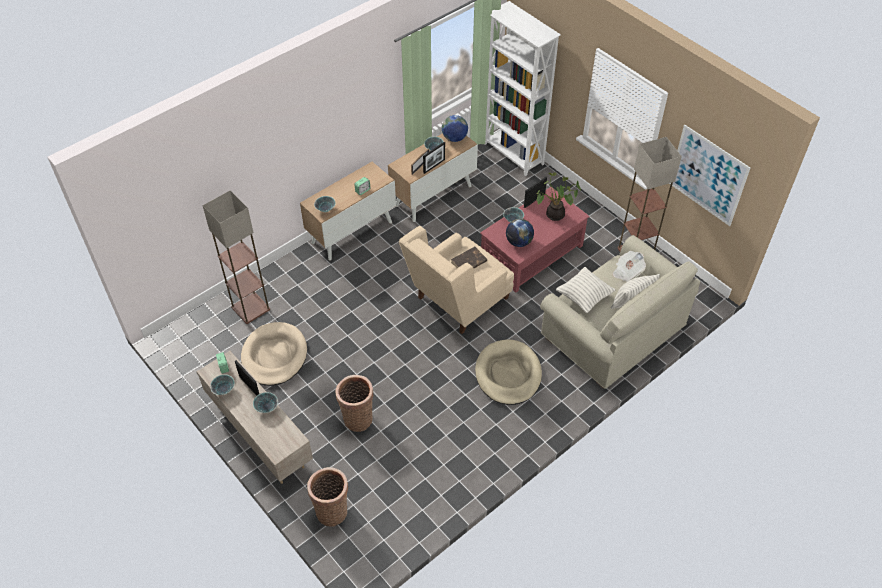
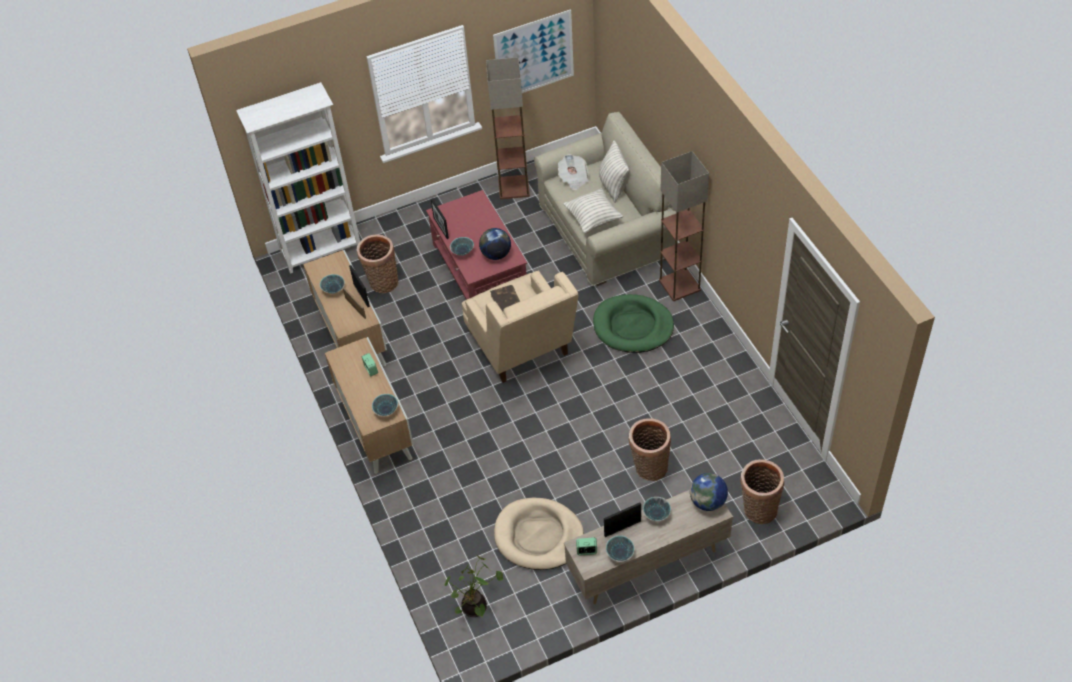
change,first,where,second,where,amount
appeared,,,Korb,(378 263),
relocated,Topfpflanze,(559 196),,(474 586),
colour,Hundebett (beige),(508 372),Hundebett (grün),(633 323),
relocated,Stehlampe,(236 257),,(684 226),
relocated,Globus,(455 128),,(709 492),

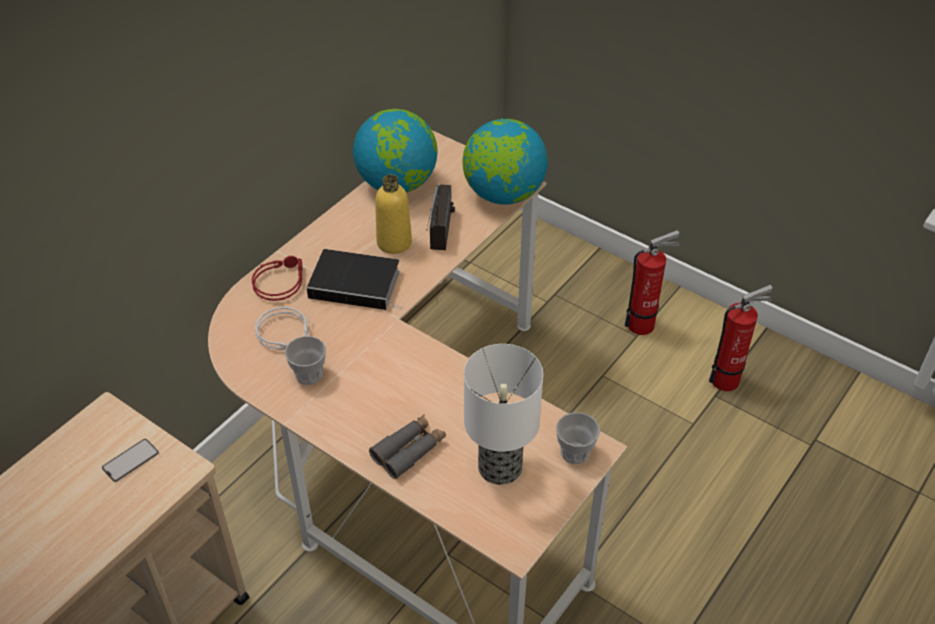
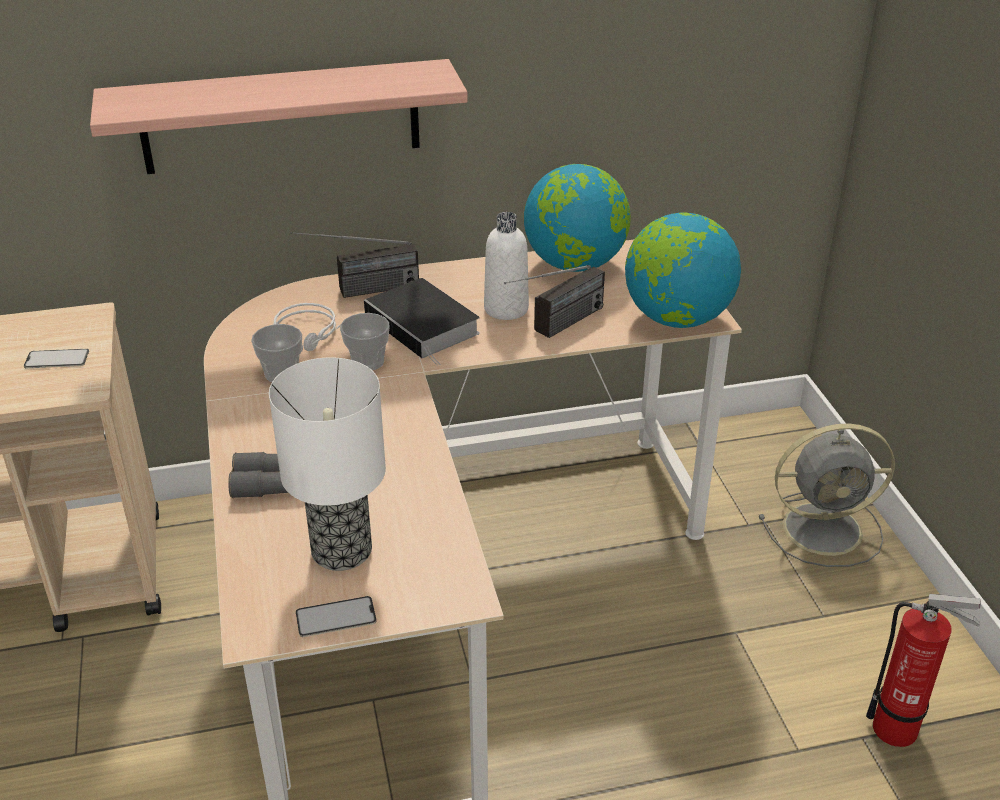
change,first,where,second,where,amount
appeared,,,Wandregal,(279 116),
exchanged,Kopfhörer (rot),(277 278),Radio,(354 265),
appeared,,,Handy,(336 616),
relocated,Tasse,(578 438),,(364 342),
colour,Flasche (gelb),(393 214),Flasche (weiß),(506 266),
appeared,,,Ventilator (grau),(827 495),
missing,Feuerlöscher,(652 282),,,

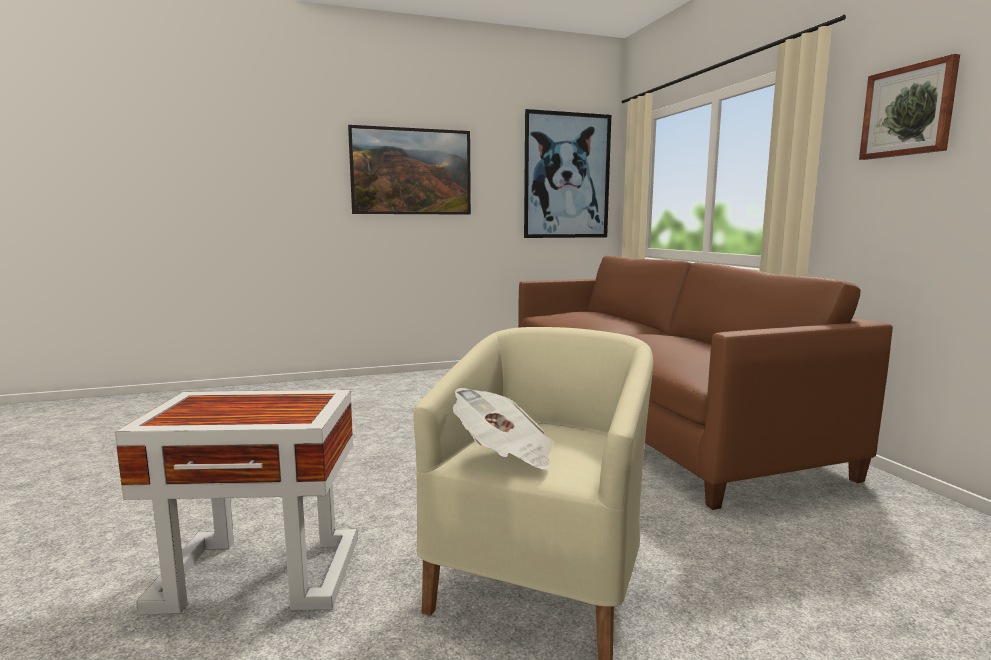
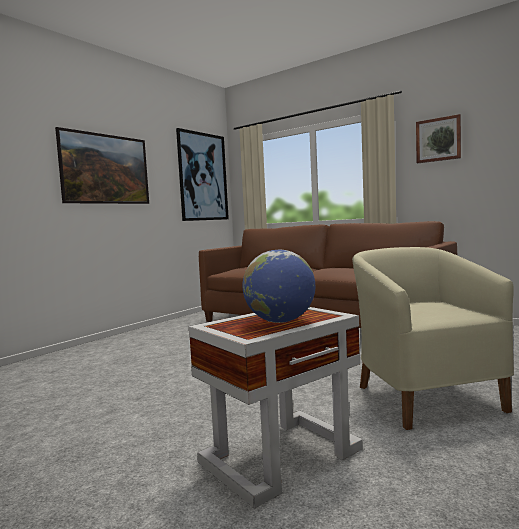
change,first,where,second,where,amount
appeared,,,Globus,(278 286),
missing,Zeitung,(503 429),,,

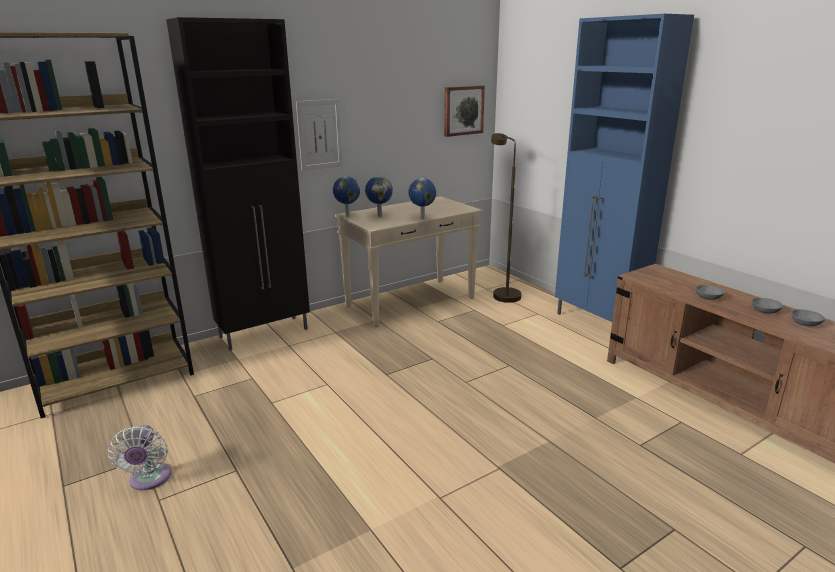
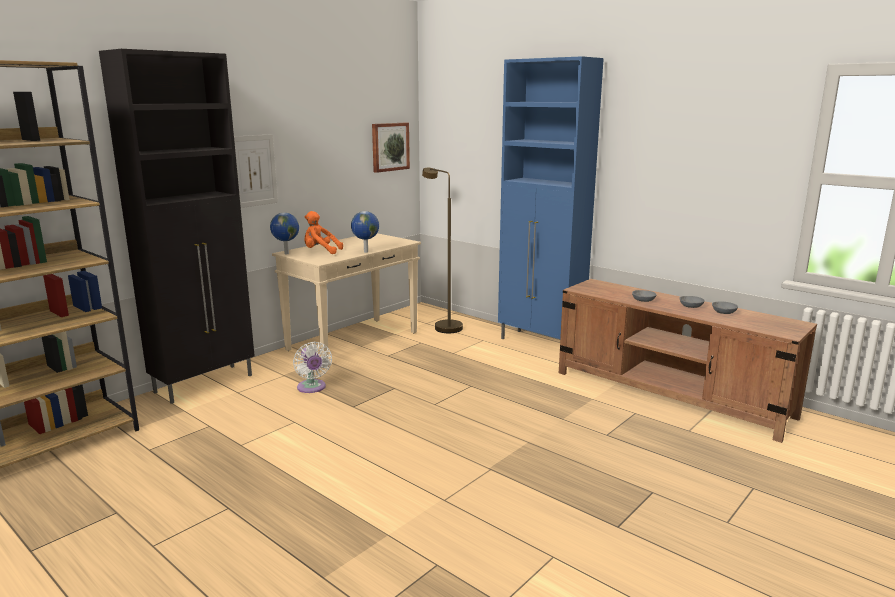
change,first,where,second,where,amount
relocated,Ventilator (weiß),(139 457),,(312 367),
exchanged,Globus,(379 196),Plüschtier (orange),(323 232),

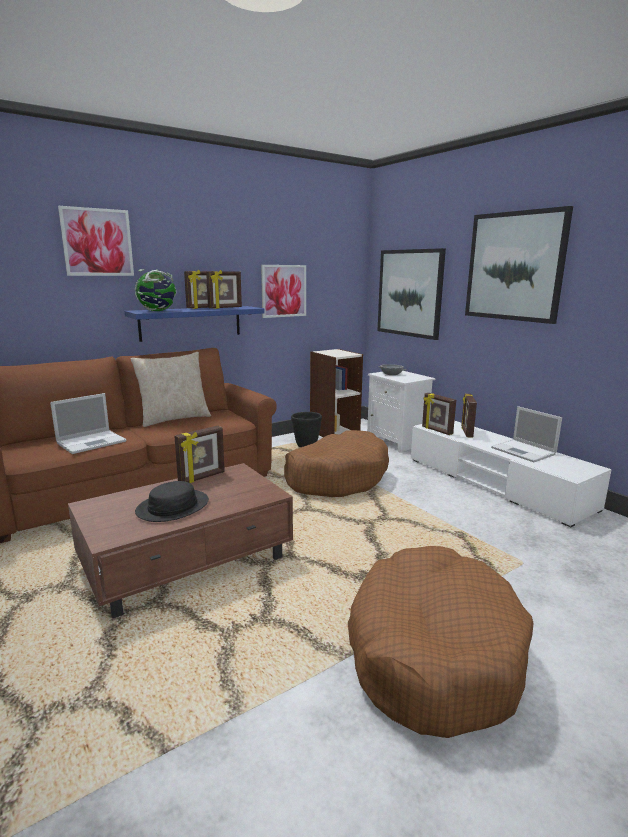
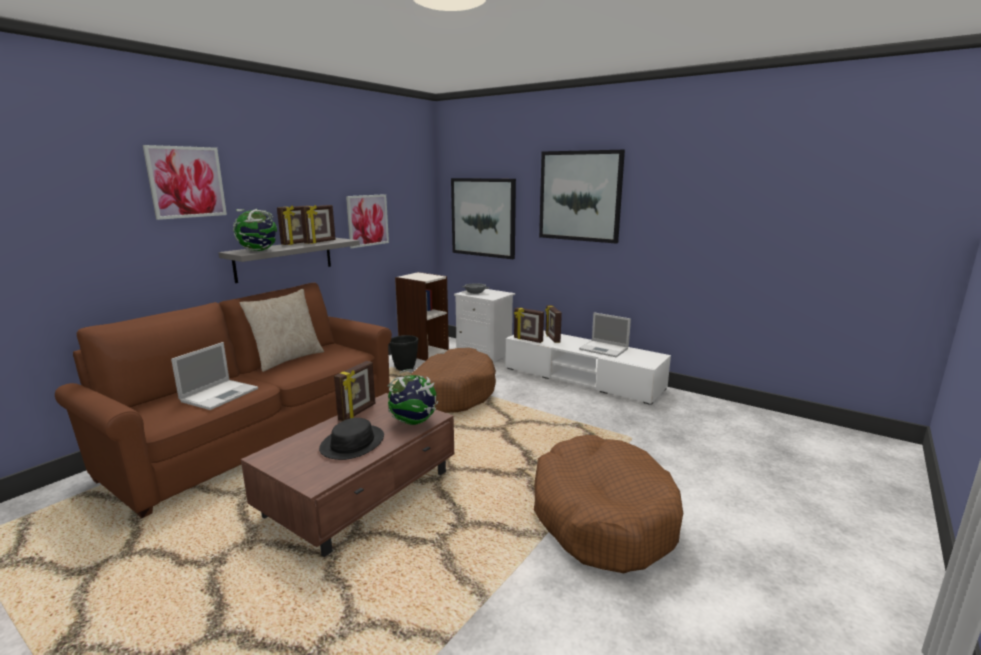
change,first,where,second,where,amount
colour,Wandregal (blau),(194 324),Wandregal (grau),(289 260),
appeared,,,Globus,(413 397),

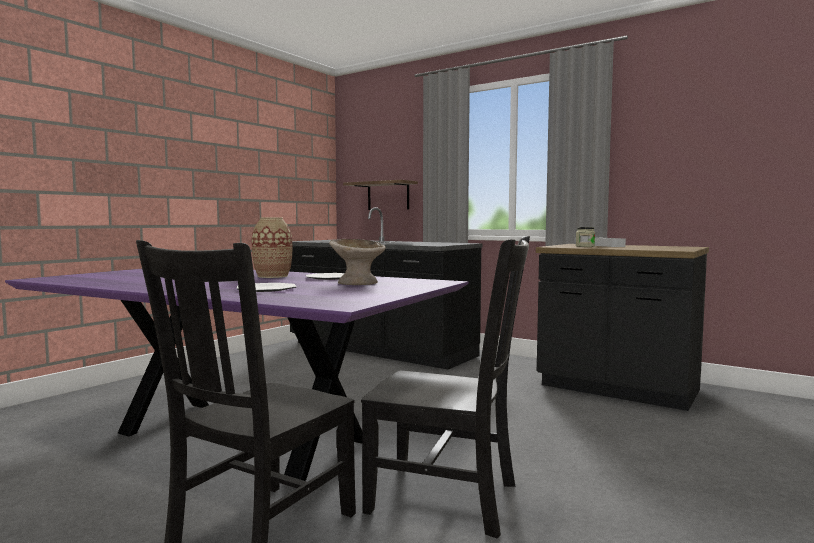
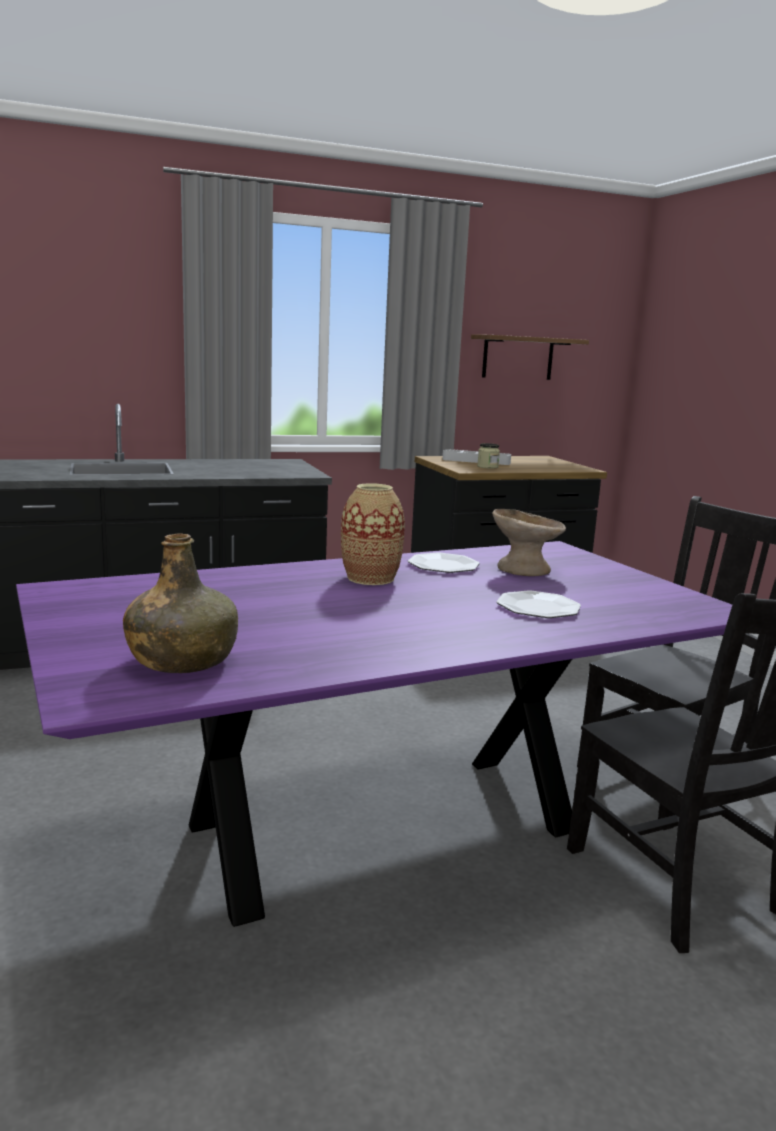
change,first,where,second,where,amount
appeared,,,Flasche (grün),(180 603),
relocated,Wandregal,(380 195),,(530 357),

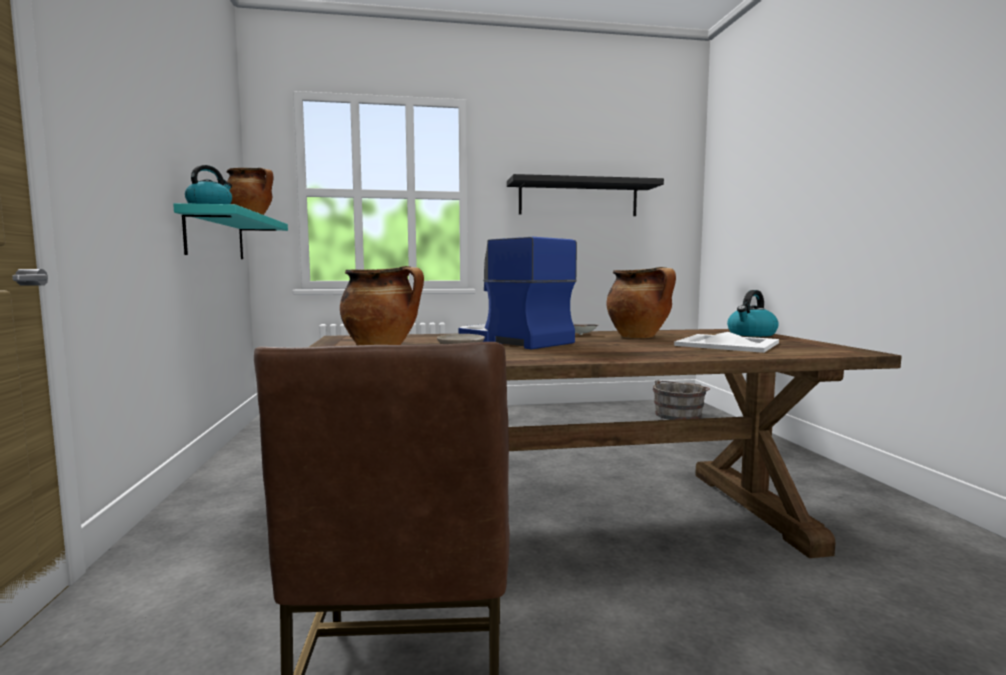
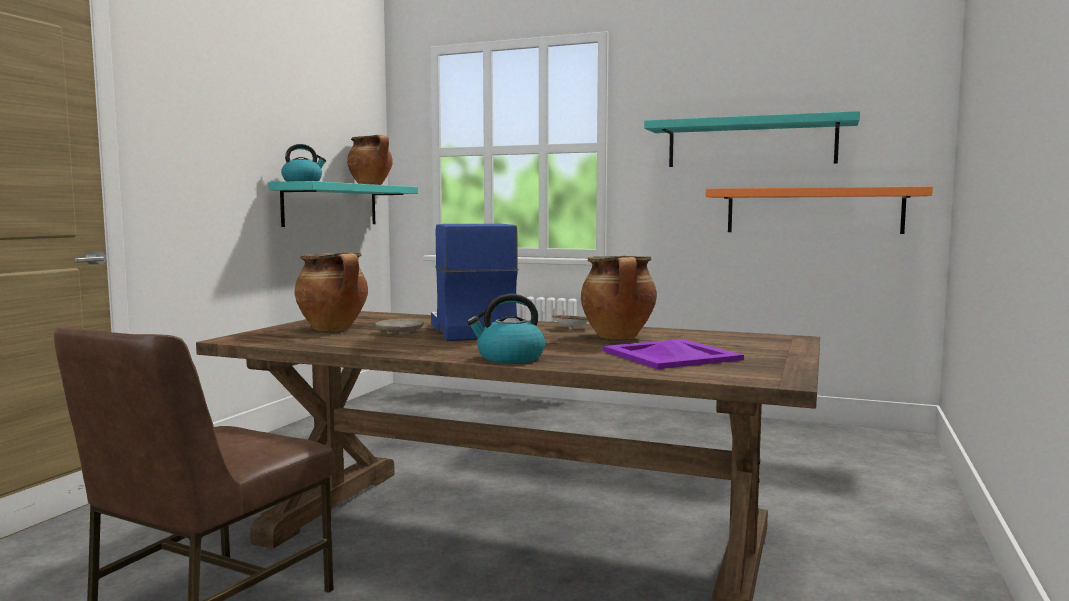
change,first,where,second,where,amount
relocated,Wasserkessel,(753 313),,(506 328),
colour,Tablett (weiß),(726 342),Tablett (lila),(673 354),
colour,Wandregal (schwarz),(585 195),Wandregal (türkis),(752 139),
appeared,,,Wandregal (orange),(819 210),
missing,Eimer (grau),(681 400),,,

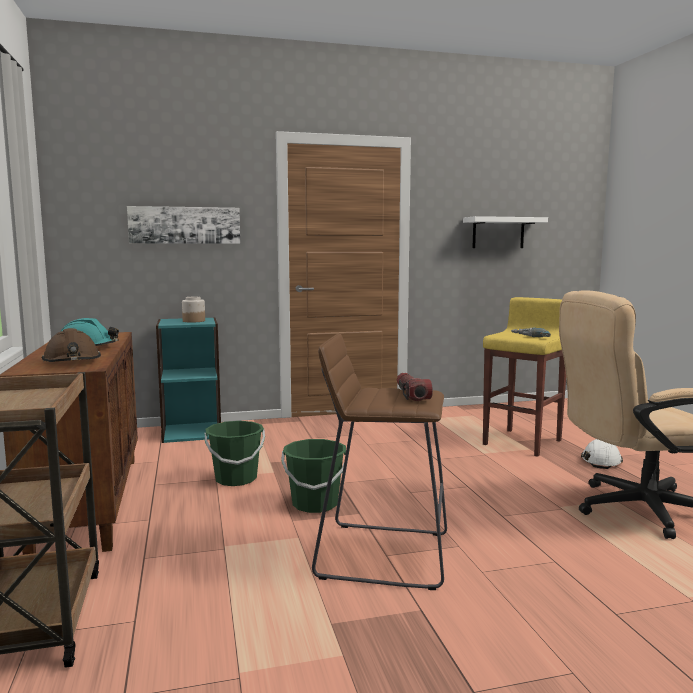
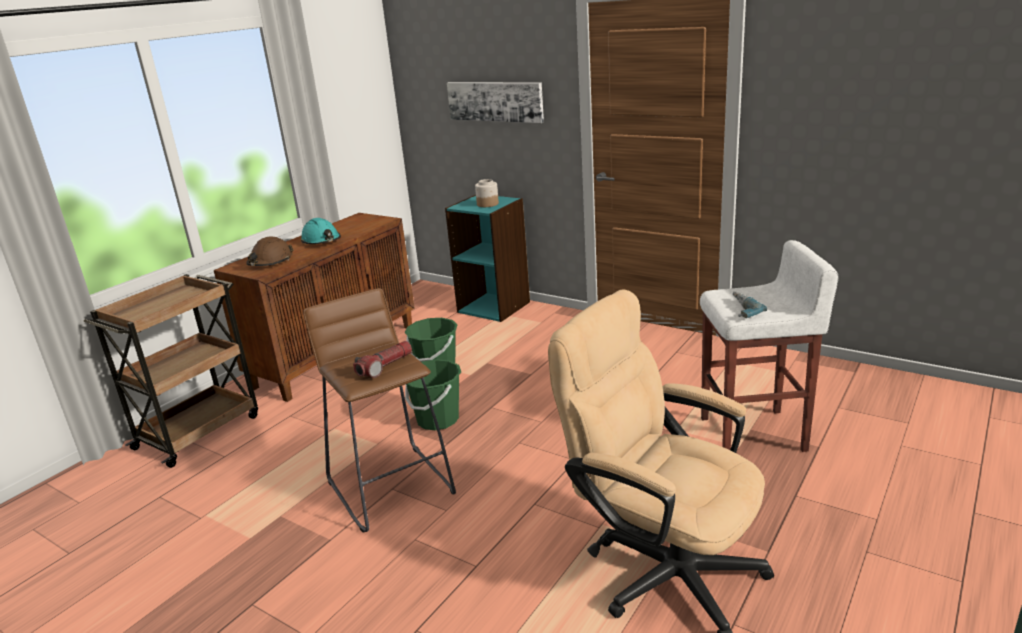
change,first,where,second,where,amount
colour,Hocker (gelb),(524 377),Hocker (weiß),(769 346),
missing,Wandregal (weiß),(505 232),,,
missing,Schutzhelm (weiß),(602 454),,,

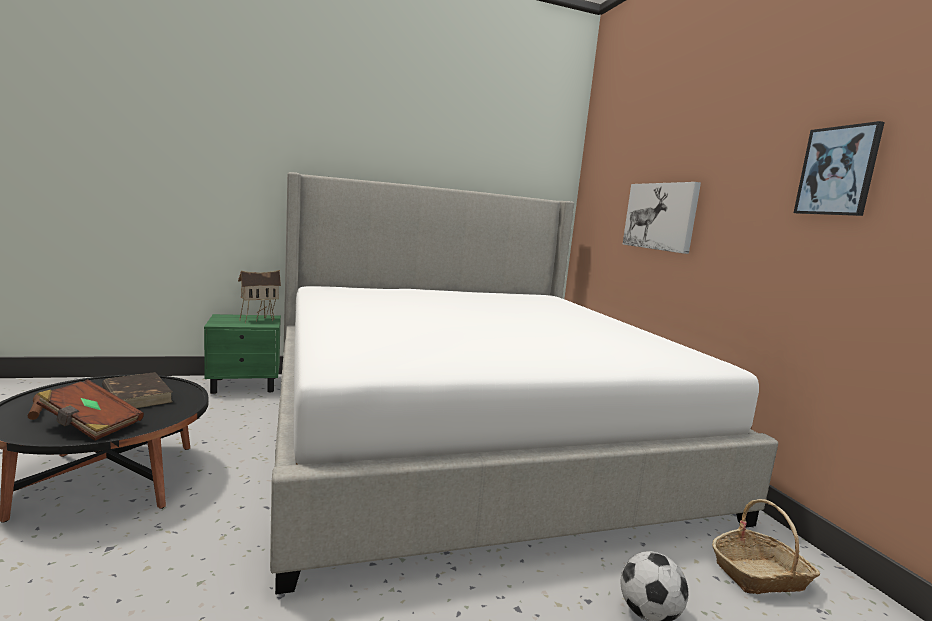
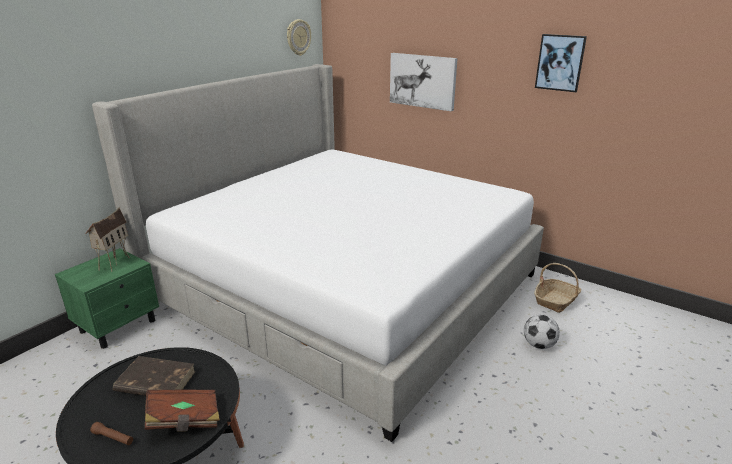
change,first,where,second,where,amount
appeared,,,Wanduhr,(299 37),

